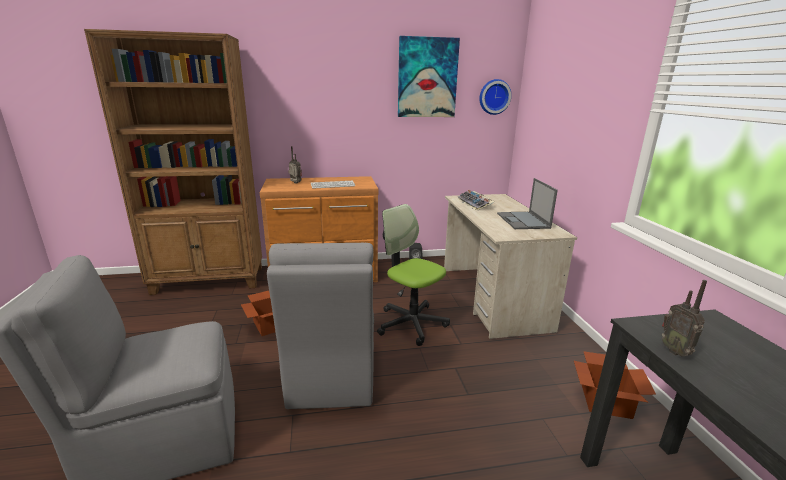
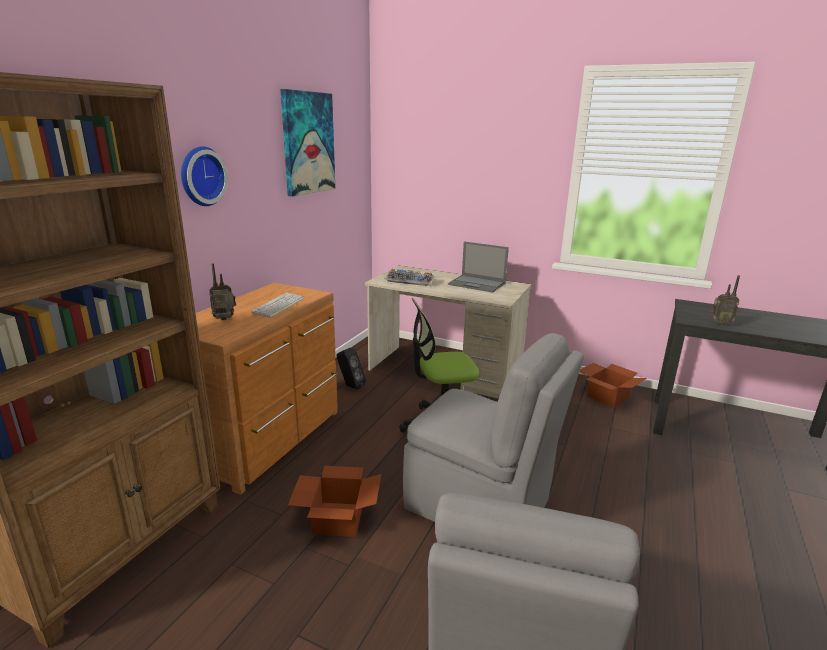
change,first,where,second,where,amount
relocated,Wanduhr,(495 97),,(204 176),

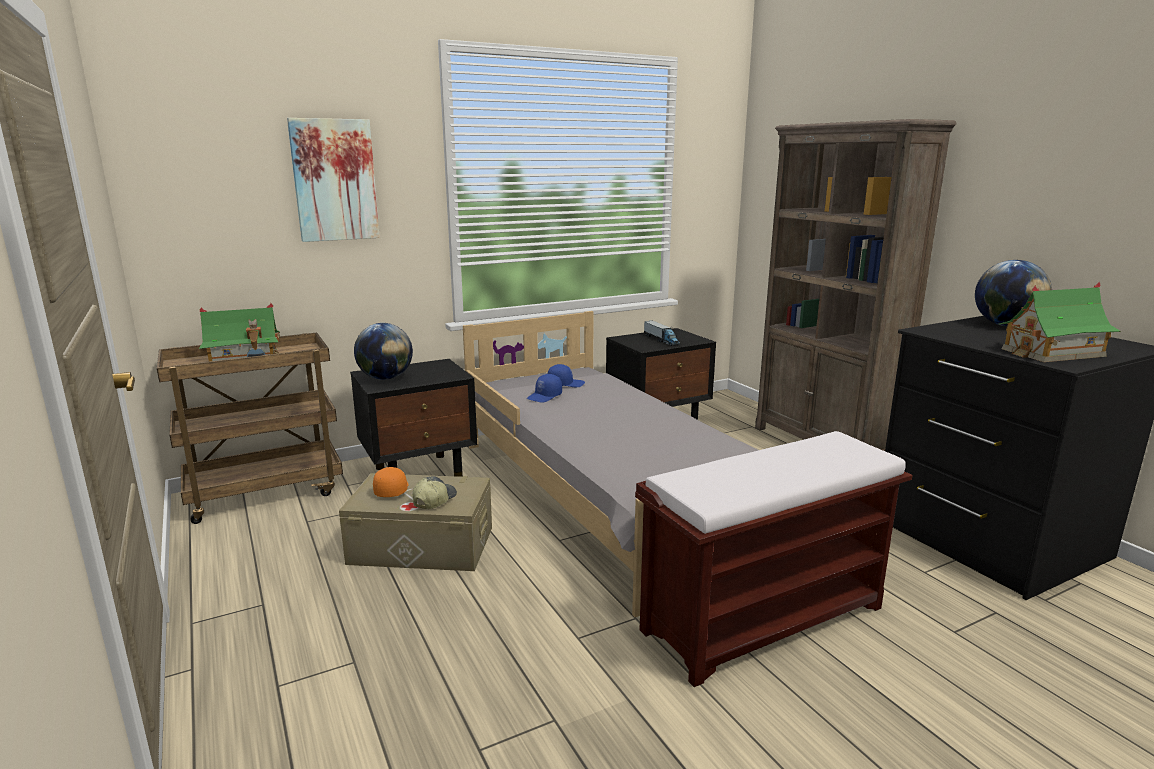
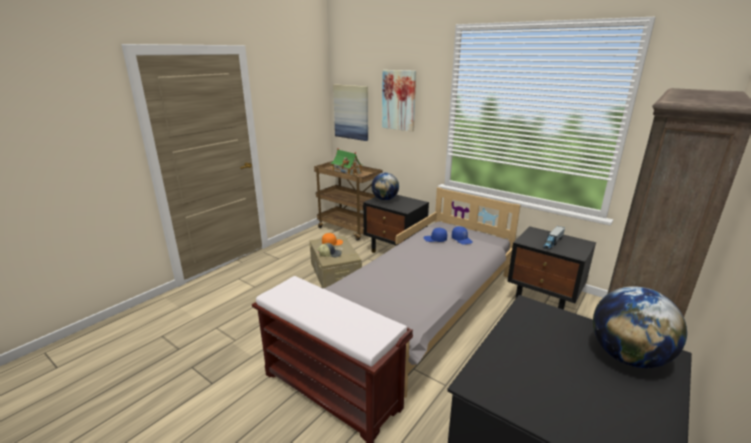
change,first,where,second,where,amount
appeared,,,Bild,(350 112),
missing,Spielzeughaus,(1060 322),,,

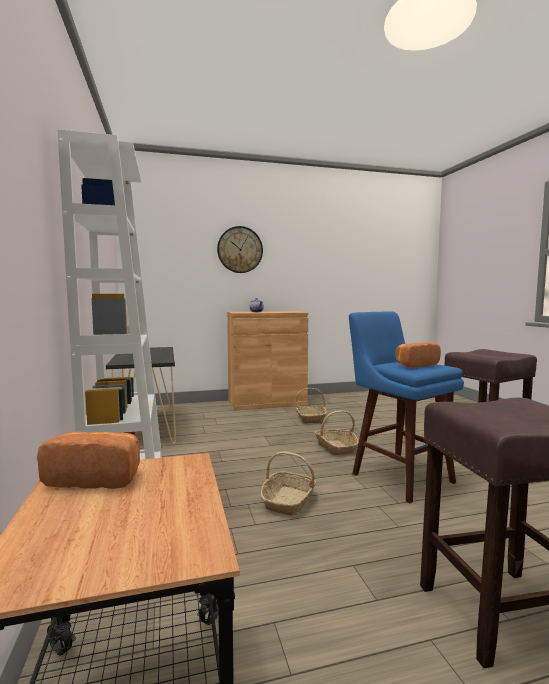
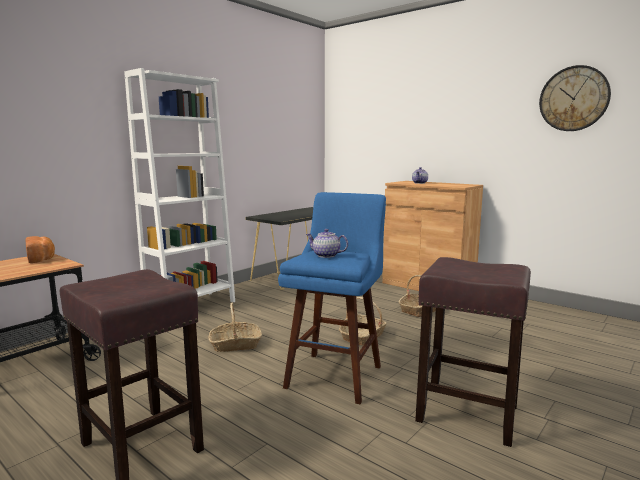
change,first,where,second,where,amount
exchanged,Brot,(418 355),Teekanne,(327 243),
relocated,Wanduhr,(240 249),,(575 98),

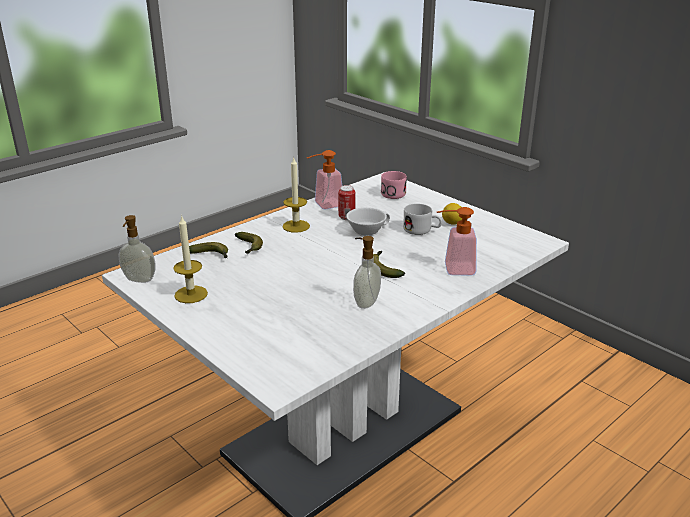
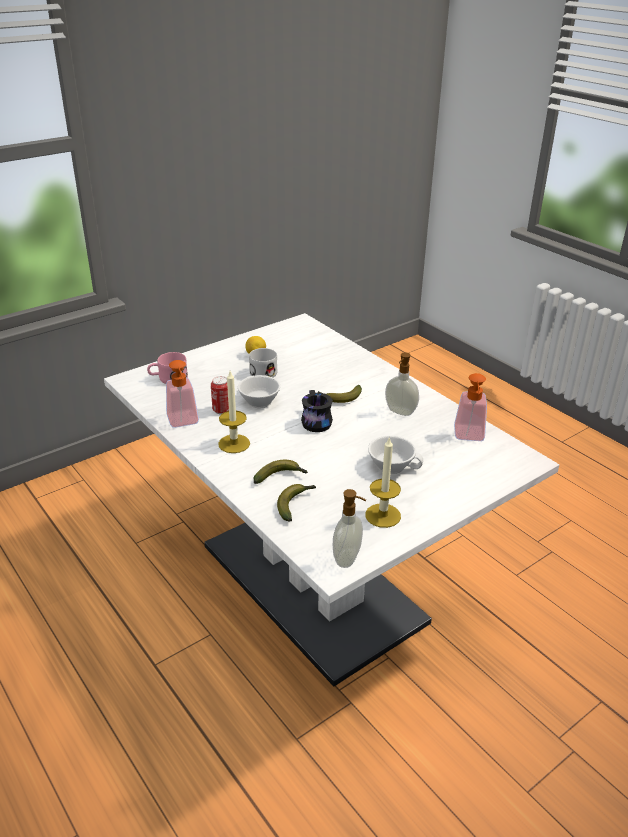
change,first,where,second,where,amount
appeared,,,Henkelbecher (schwarz),(317 411),
appeared,,,Tasse (weiß),(395 455),
relocated,Seifenspender,(457 241),,(470 407),

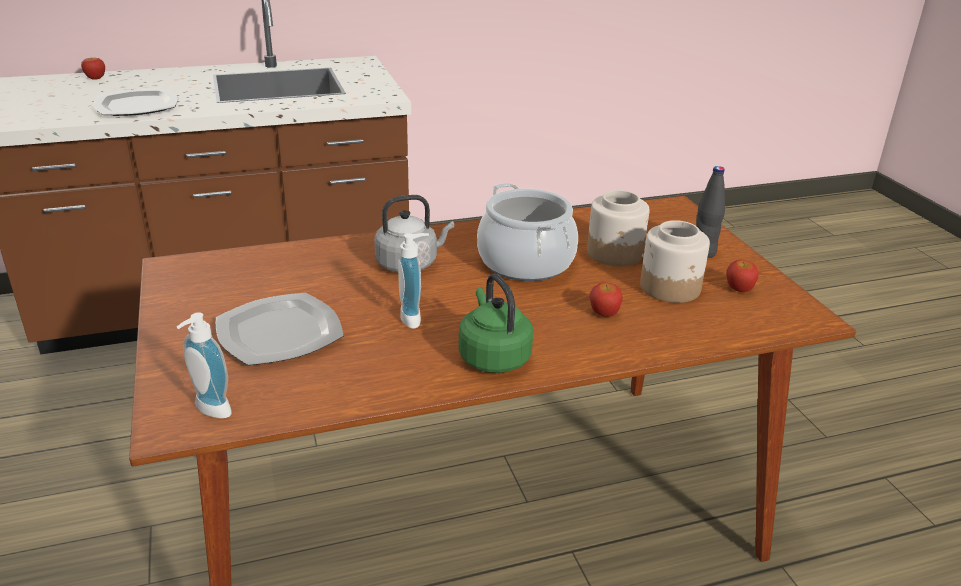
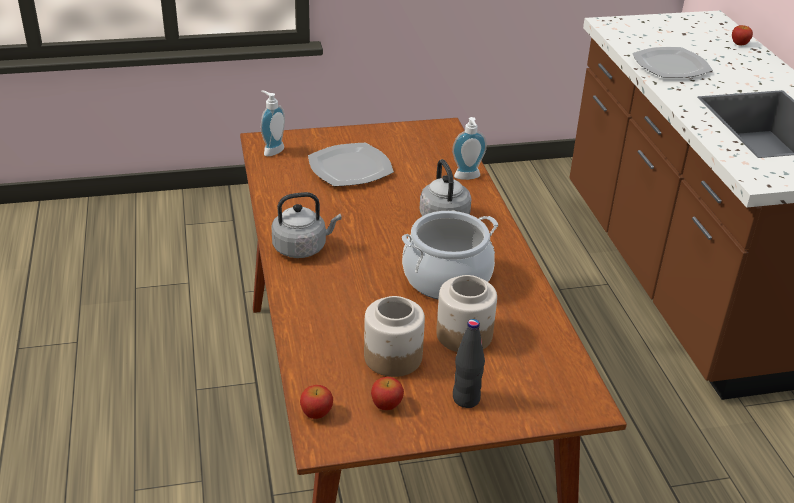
change,first,where,second,where,amount
colour,Wasserkessel (grün),(496 323),Wasserkessel (grau),(306 225),
relocated,Apfel,(606 299),,(316 402),
relocated,Seifenspender,(413 281),,(469 148),

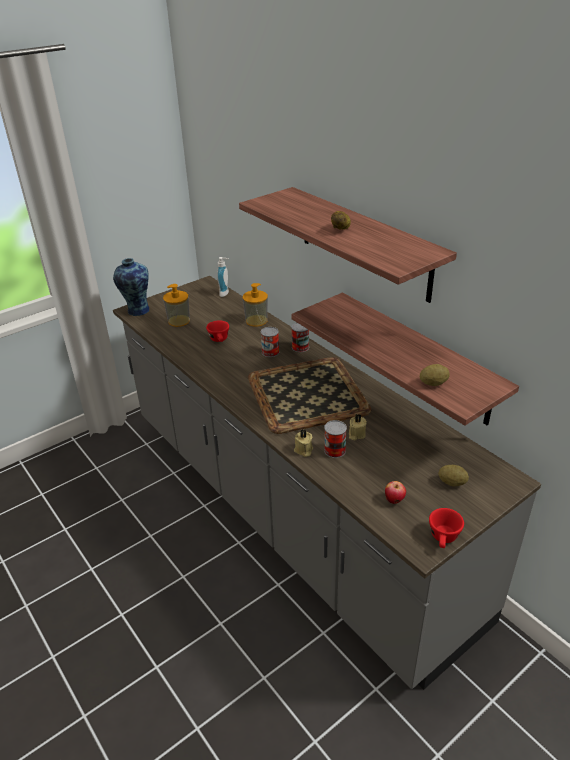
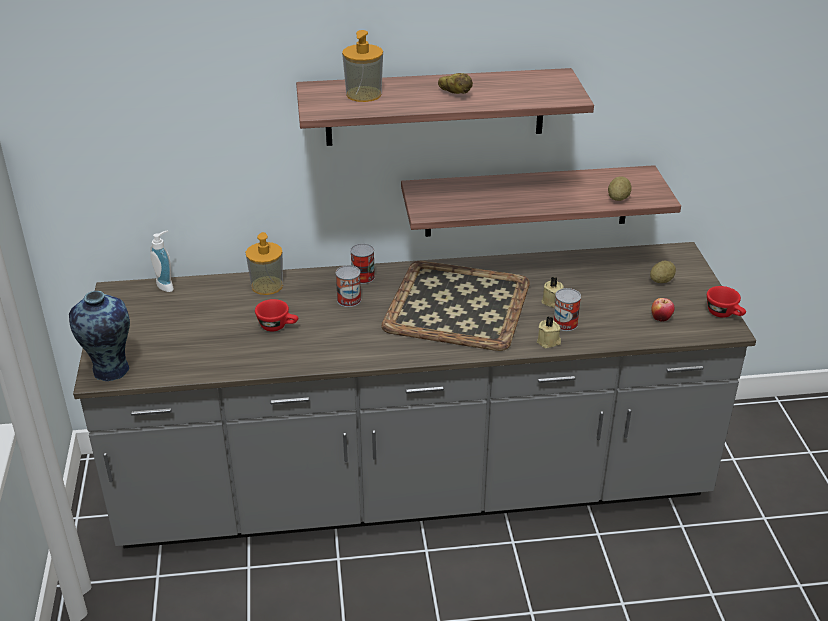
change,first,where,second,where,amount
relocated,Seifenspender,(176 305),,(362 66),

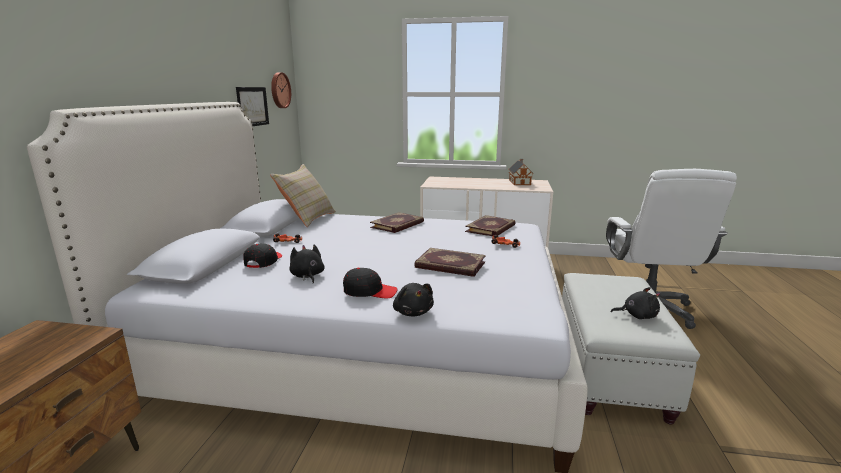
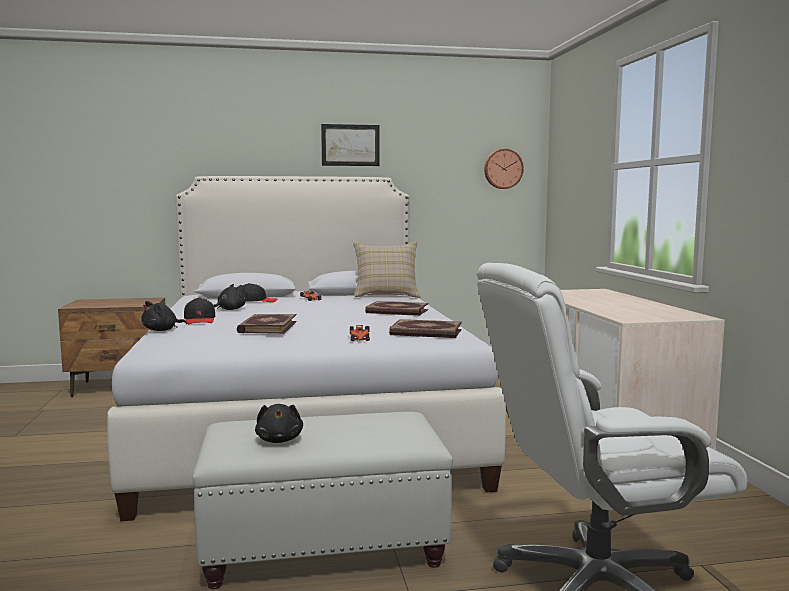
change,first,where,second,where,amount
relocated,Bild,(252 106),,(350 145),
missing,Spielzeughaus,(520 172),,,

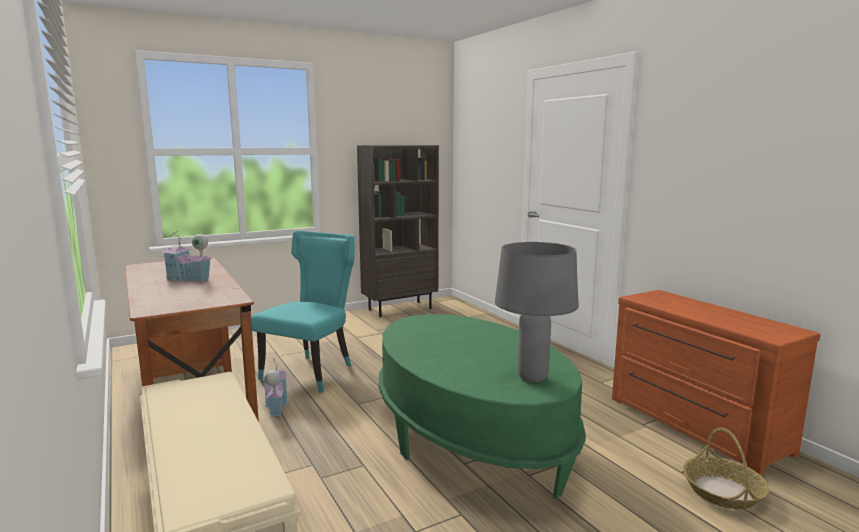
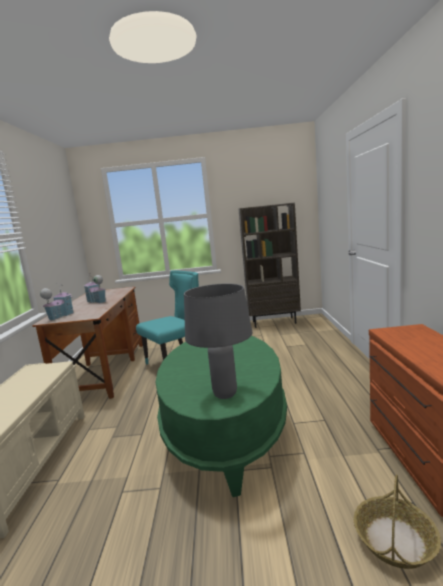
change,first,where,second,where,amount
relocated,Spielzeughaus,(275 387),,(57 302),

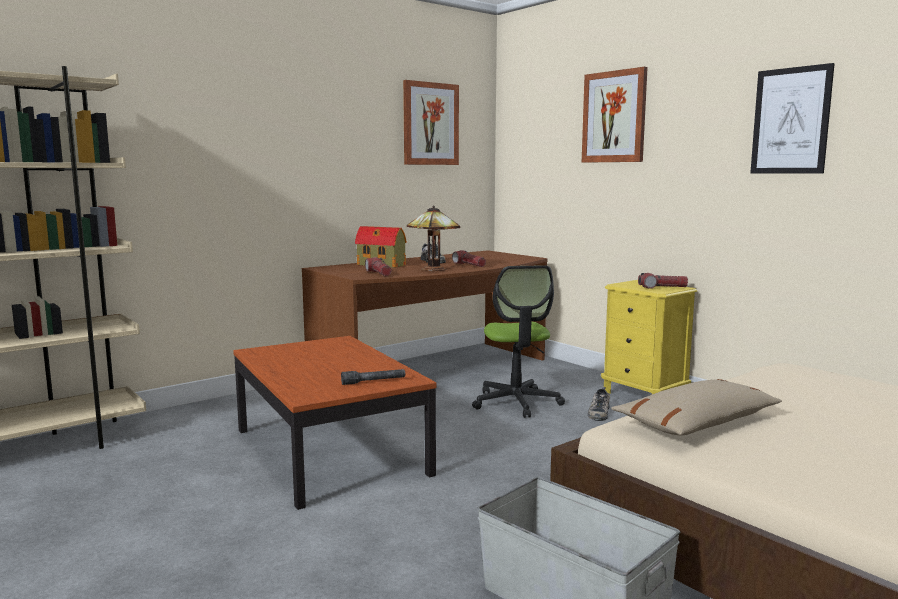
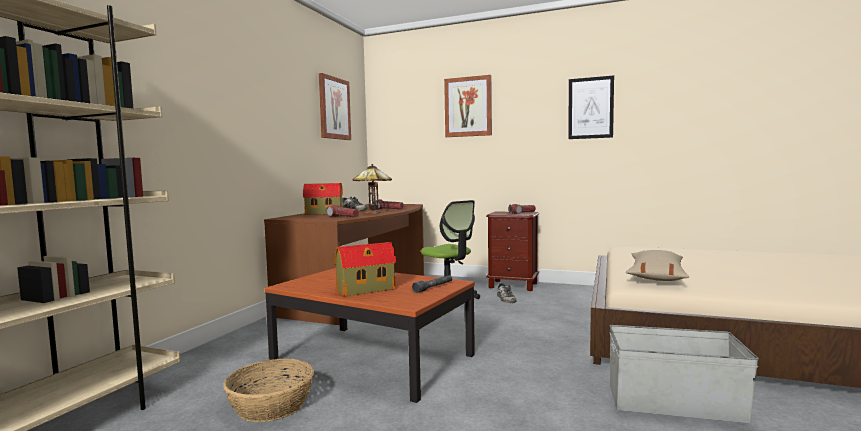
change,first,where,second,where,amount
appeared,,,Korb,(268 390),
appeared,,,Spielzeughaus,(365 269),
colour,Nachttisch (gelb),(649 337),Nachttisch (braun),(512 251),

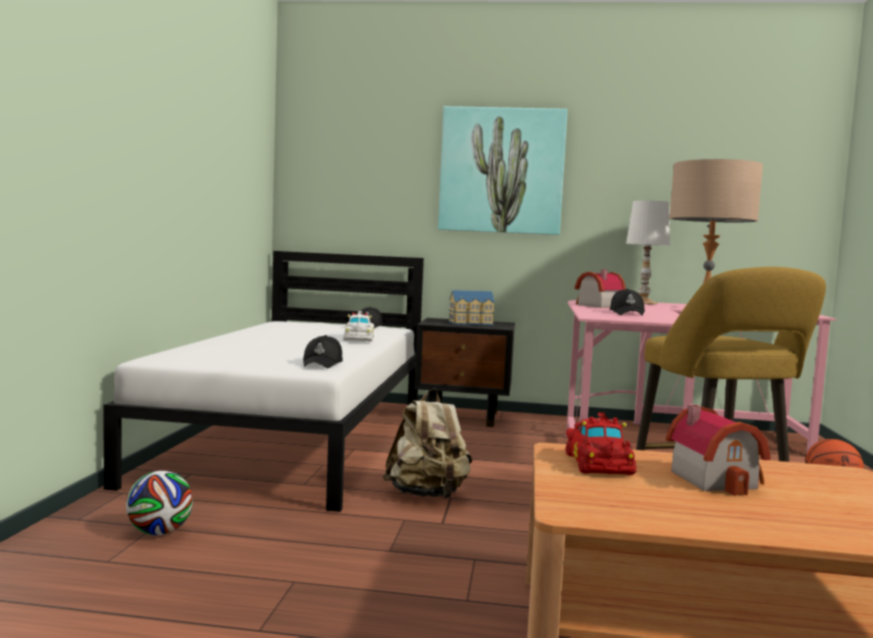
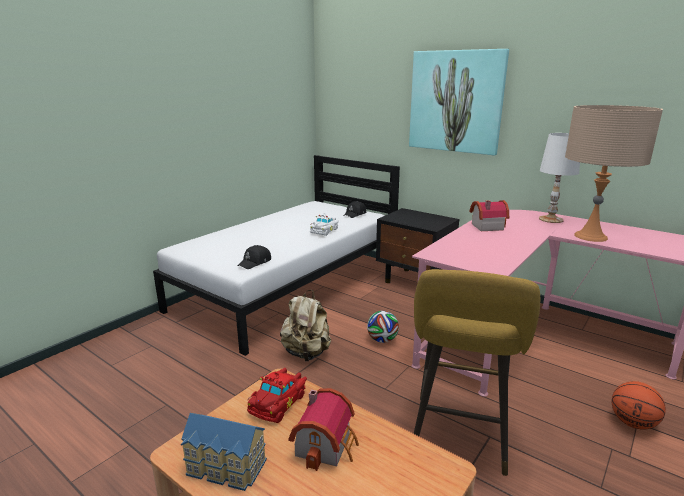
change,first,where,second,where,amount
relocated,Spielzeughaus,(471 307),,(224 452),
relocated,Fußball,(159 503),,(383 327),
missing,Kappe (schwarz),(627 302),,,

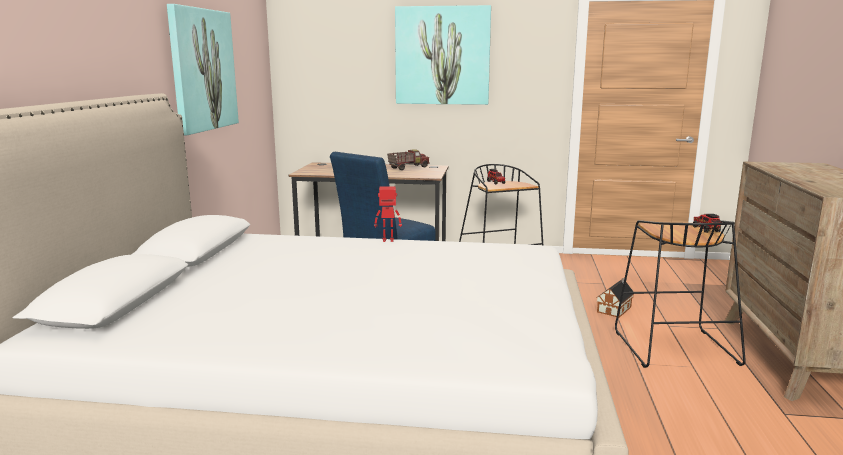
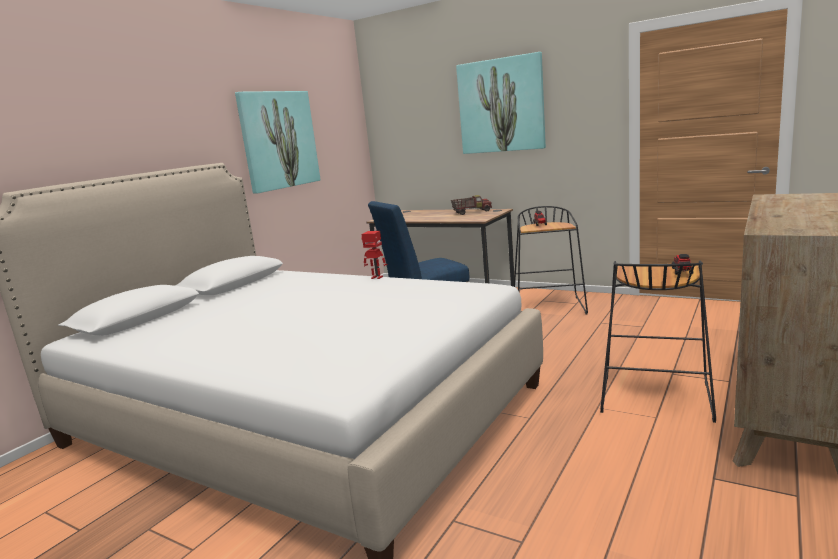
change,first,where,second,where,amount
missing,Spielzeughaus,(615 298),,,

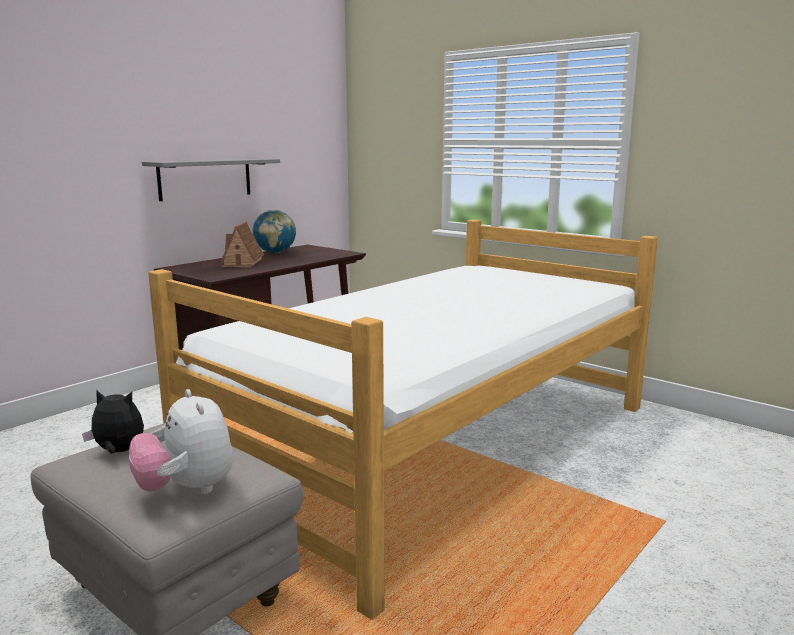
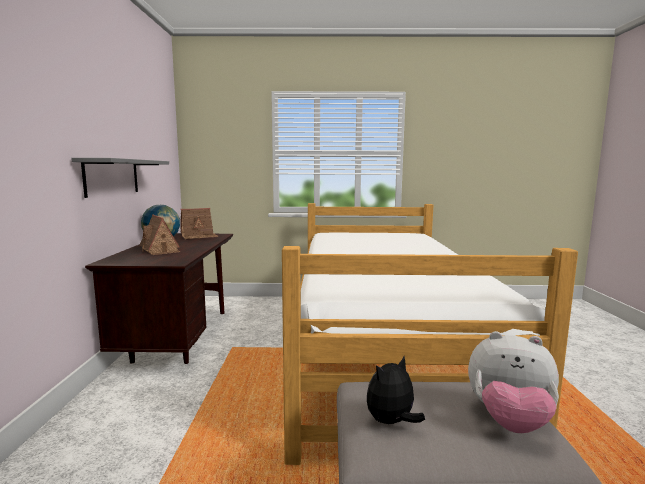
change,first,where,second,where,amount
appeared,,,Spielzeughaus,(200 223),

